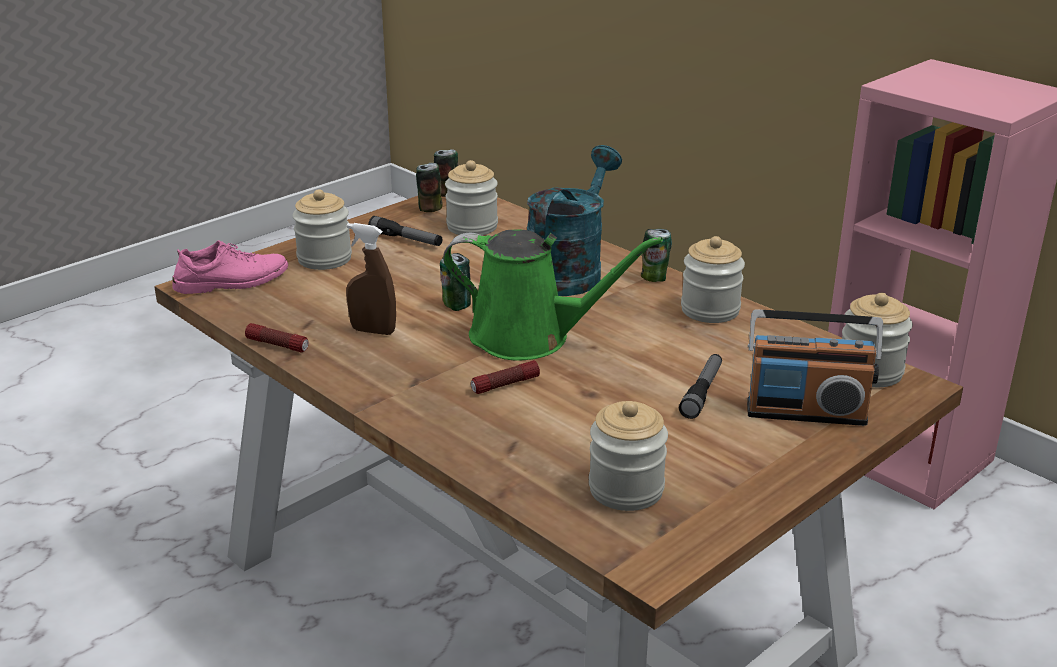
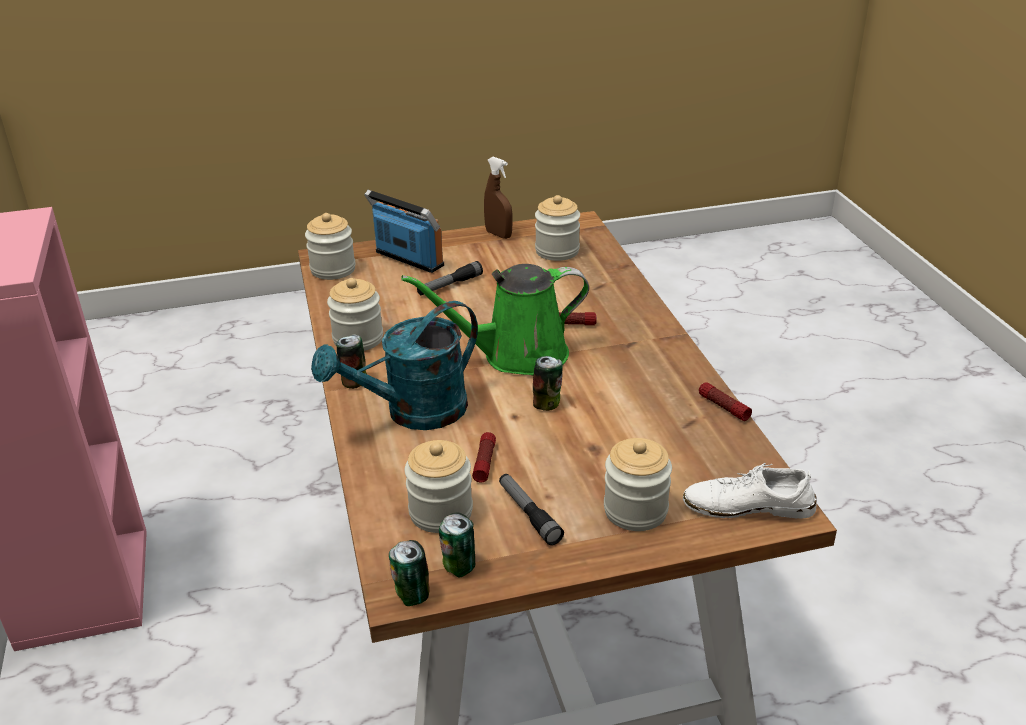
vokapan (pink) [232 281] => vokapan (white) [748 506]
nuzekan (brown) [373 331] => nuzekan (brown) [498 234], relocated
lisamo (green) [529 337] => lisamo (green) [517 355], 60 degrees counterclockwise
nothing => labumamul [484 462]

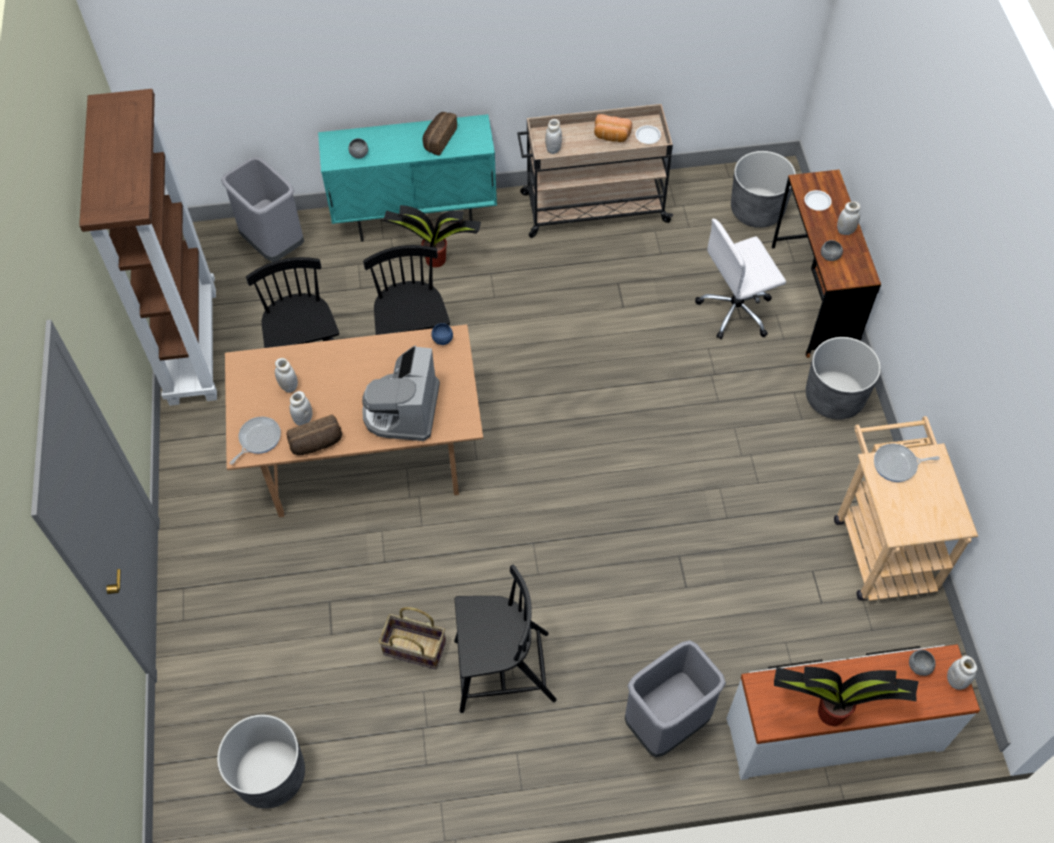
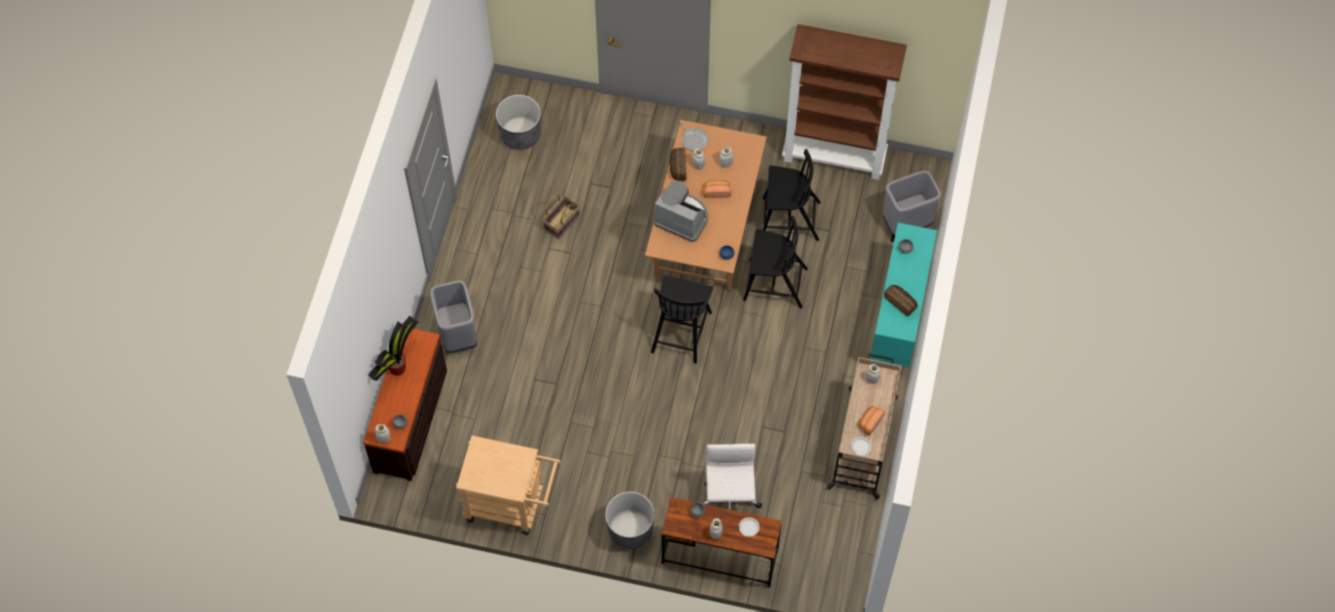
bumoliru [434 259] => nothing
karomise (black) [502 671] => karomise (black) [681 331], relocated
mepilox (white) [833 731] => mepilox (brown) [411 419]
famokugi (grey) [757 210] => nothing
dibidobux [897 465] => nothing
nothing => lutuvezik [717 191]

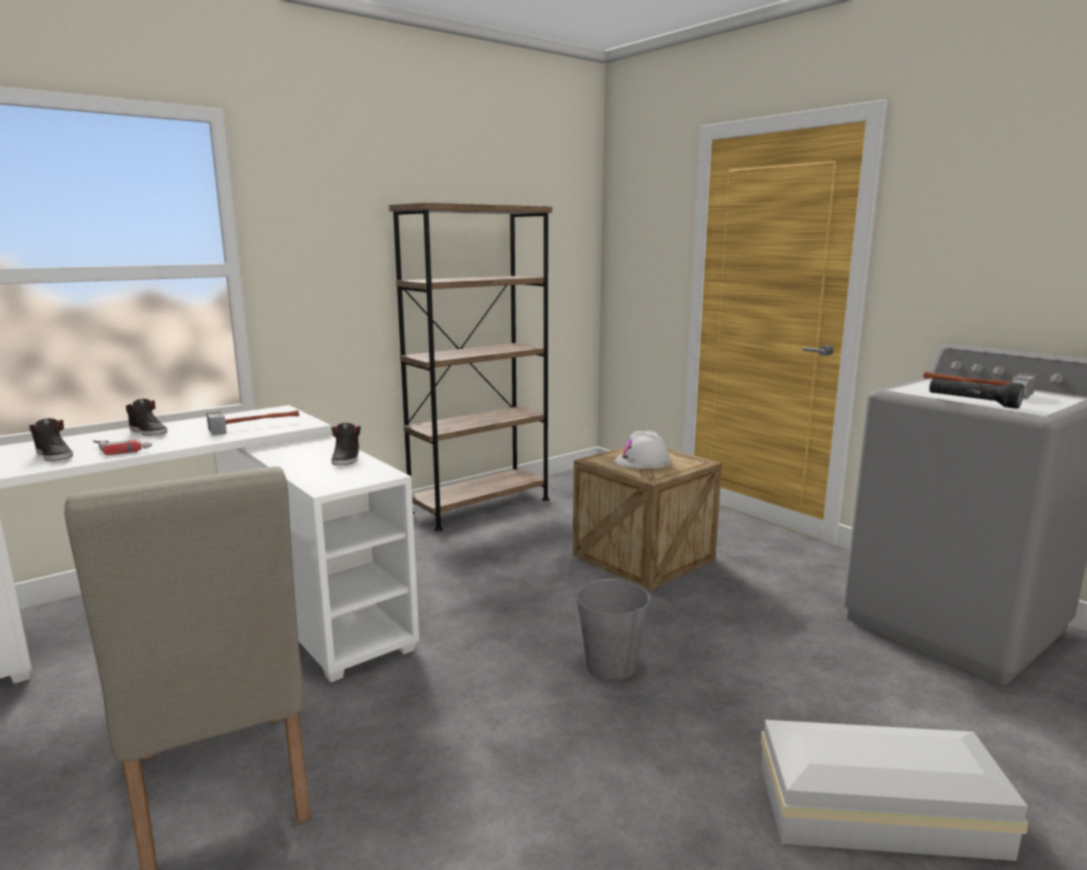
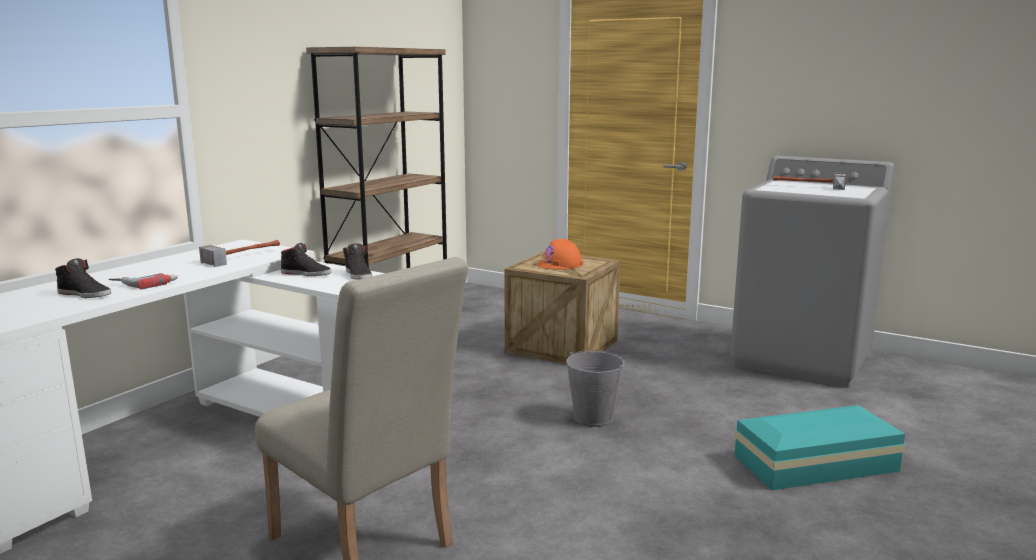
vokapan (black) [149 432] => vokapan (black) [306 273], relocated
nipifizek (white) [643 461] => nipifizek (orange) [560 264]
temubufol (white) [882 813] => temubufol (turquoise) [818 464]
labumamul (black) [972 402] => nothing

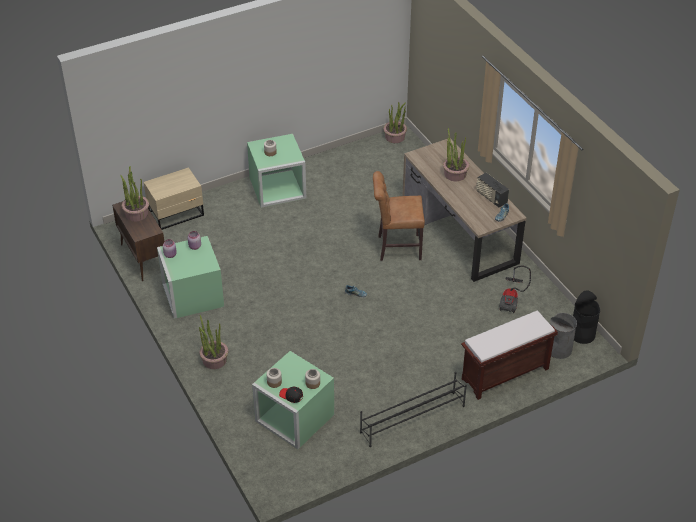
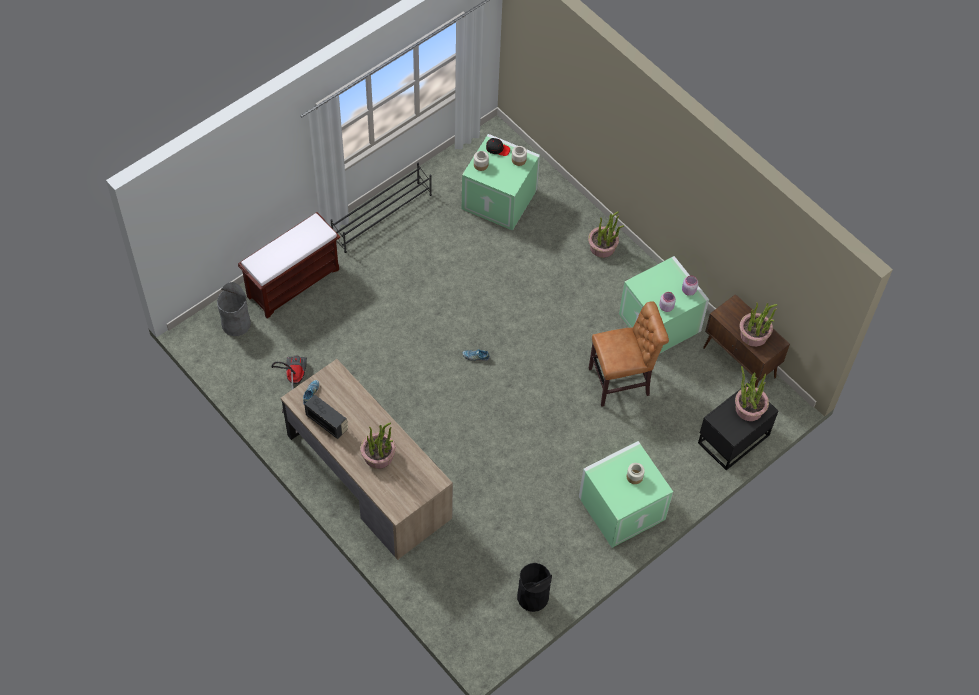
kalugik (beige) [177 214] => kalugik (black) [732 438]
karomise (brown) [396 248] => karomise (brown) [622 381], relocated
bumoliru [395 137] => bumoliru [749 408], relocated
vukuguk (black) [582 334] => vukuguk (black) [532 597], relocated

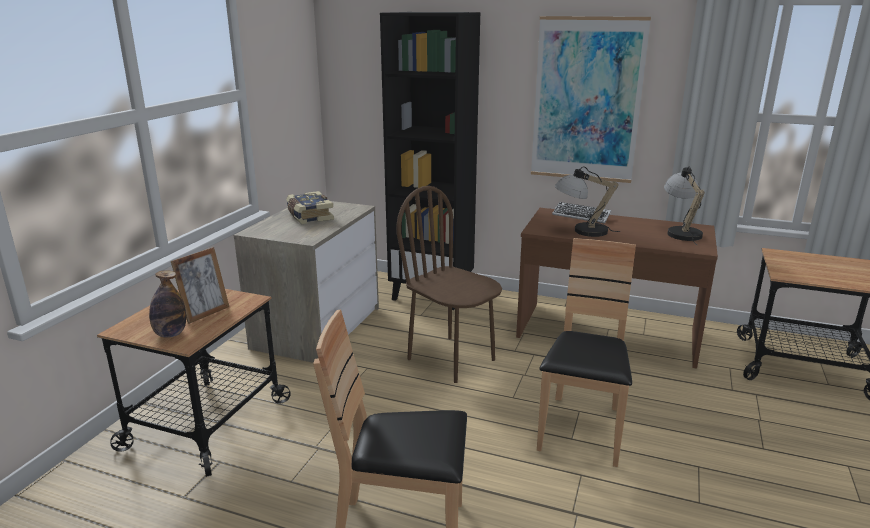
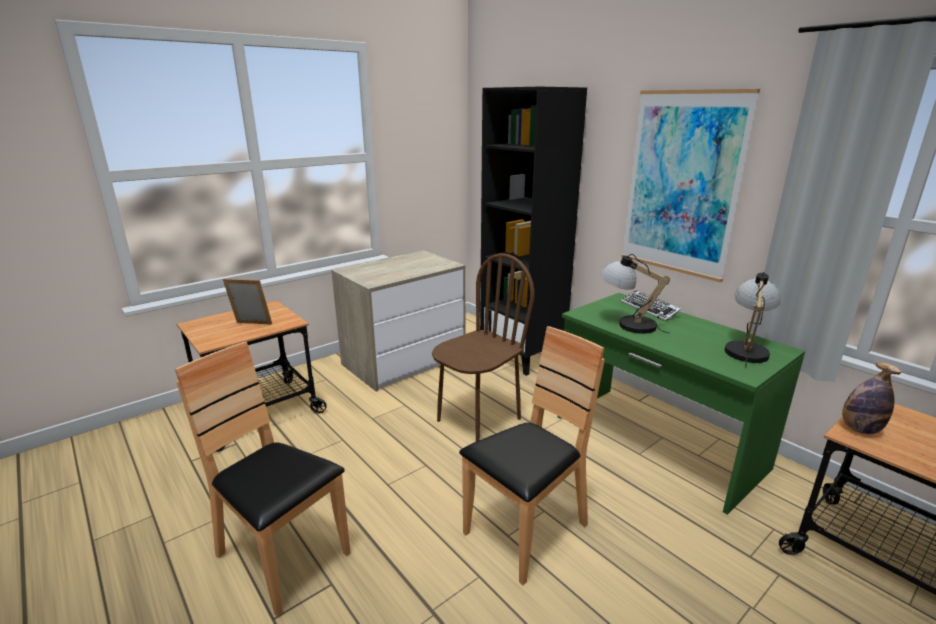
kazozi [170 334] => kazozi [859 429], relocated
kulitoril [205 313] => kulitoril [252 325], 150 degrees counterclockwise
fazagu [309 216] => nothing
karomise (brown) [451 359] => karomise (brown) [478 419], 60 degrees clockwise
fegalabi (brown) [607 334] => fegalabi (green) [655 442]

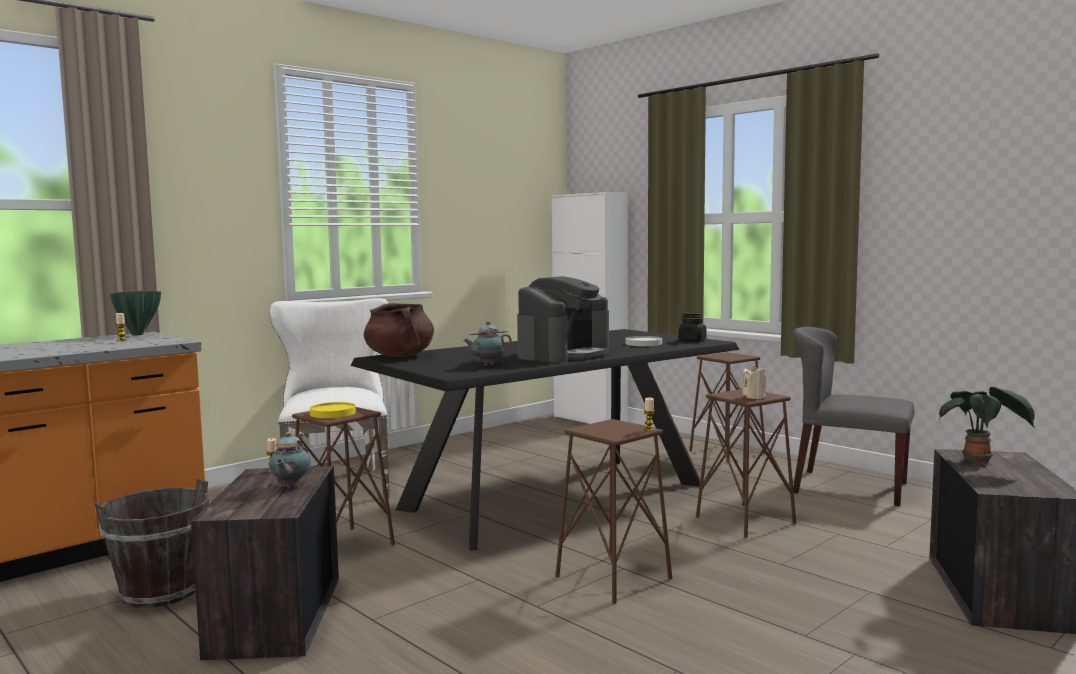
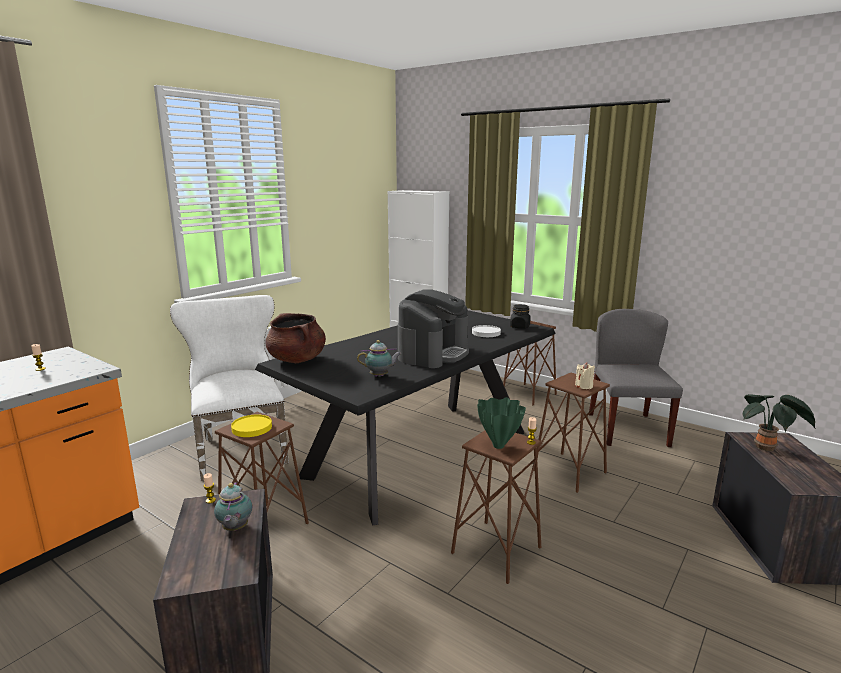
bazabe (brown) [160 592] => nothing
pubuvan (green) [137 335] => pubuvan (green) [499 446], relocated
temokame [487 366] => temokame [380 376], 150 degrees counterclockwise
karomise (grey) [849 487] => karomise (grey) [627 429], 75 degrees clockwise

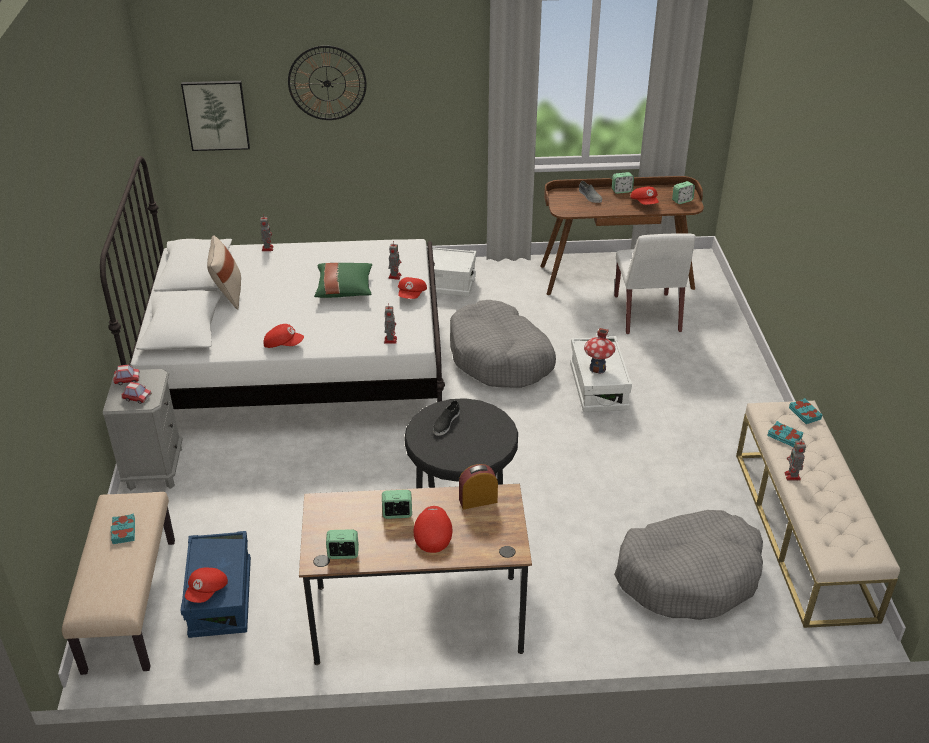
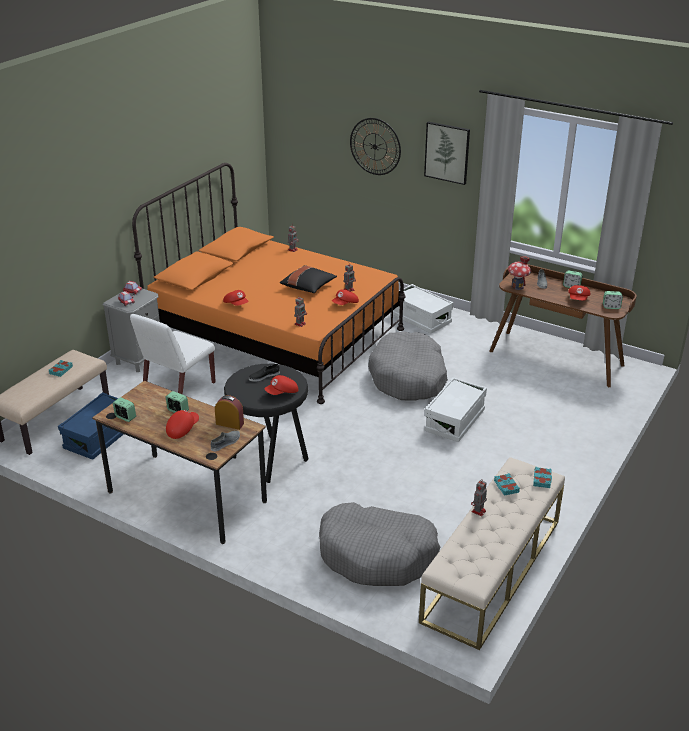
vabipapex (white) [297 367] => vabipapex (orange) [276 336]
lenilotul [216 115] => lenilotul [447 152], relocated
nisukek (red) [207 591] => nisukek (red) [282 393], relocated
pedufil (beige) [228 294] => nothing
pedufil (green) [344 289] => pedufil (black) [308 287]
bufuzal [597 368] => bufuzal [517 287], relocated
karomise (white) [647 314] => karomise (white) [178 390], relocated
nothing => vokapan (grey) [226 443]

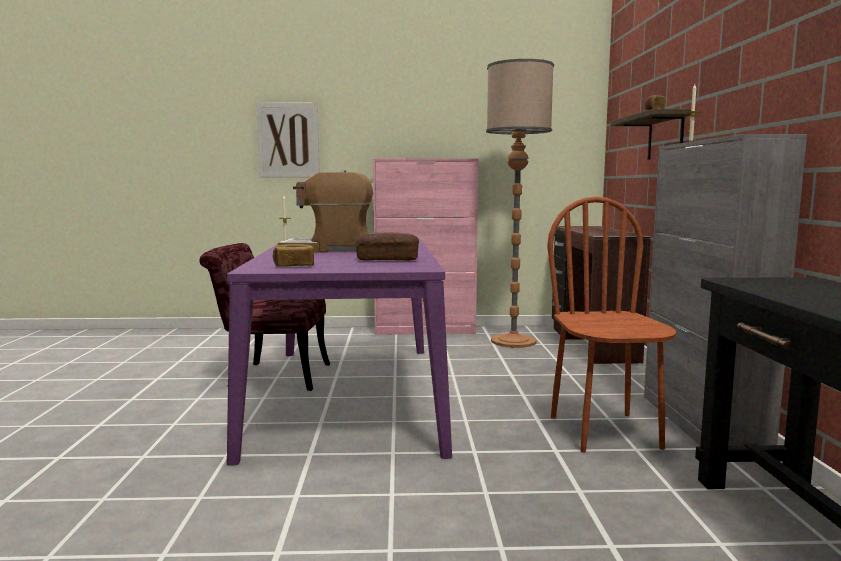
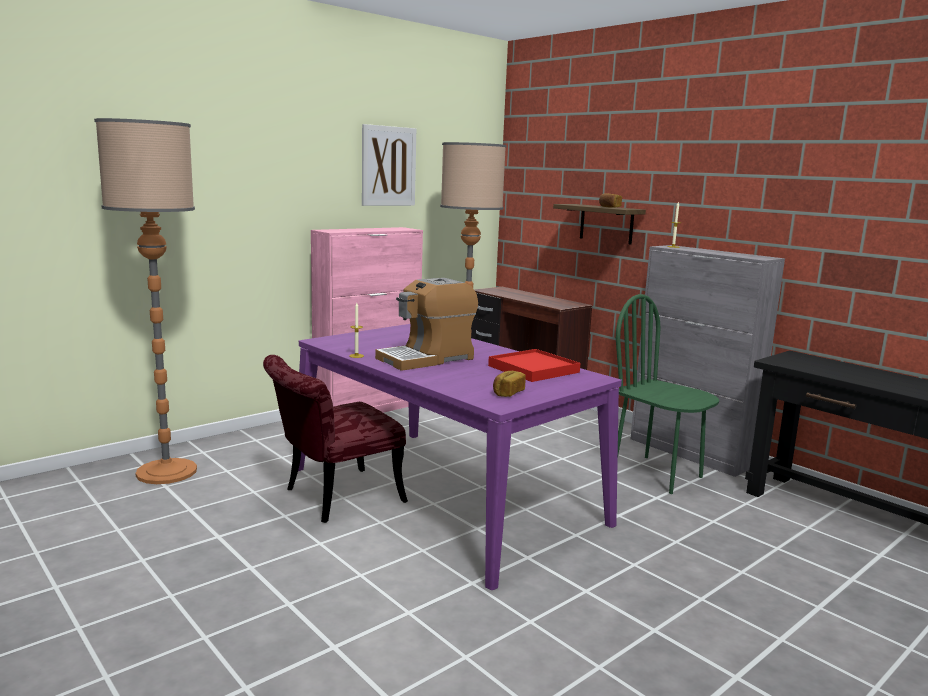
lenilotul [288 140] => lenilotul [388 166], relocated
lutuvezik [387 260] => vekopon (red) [533 369]
karomise (brown) [605 432] => karomise (green) [657 474]
nothing => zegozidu [166 472]

